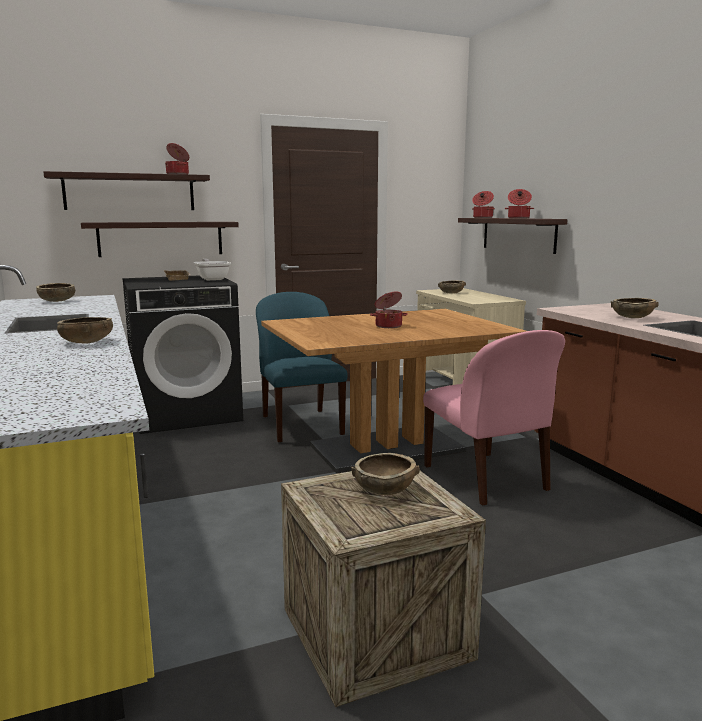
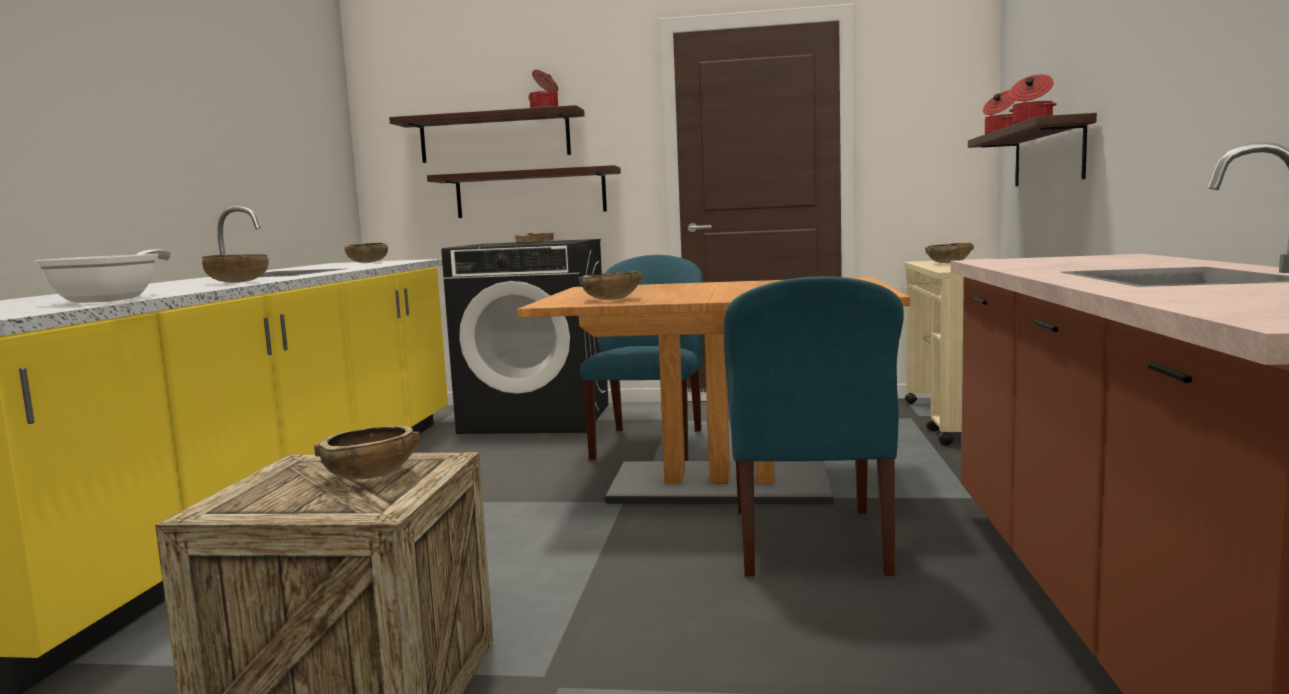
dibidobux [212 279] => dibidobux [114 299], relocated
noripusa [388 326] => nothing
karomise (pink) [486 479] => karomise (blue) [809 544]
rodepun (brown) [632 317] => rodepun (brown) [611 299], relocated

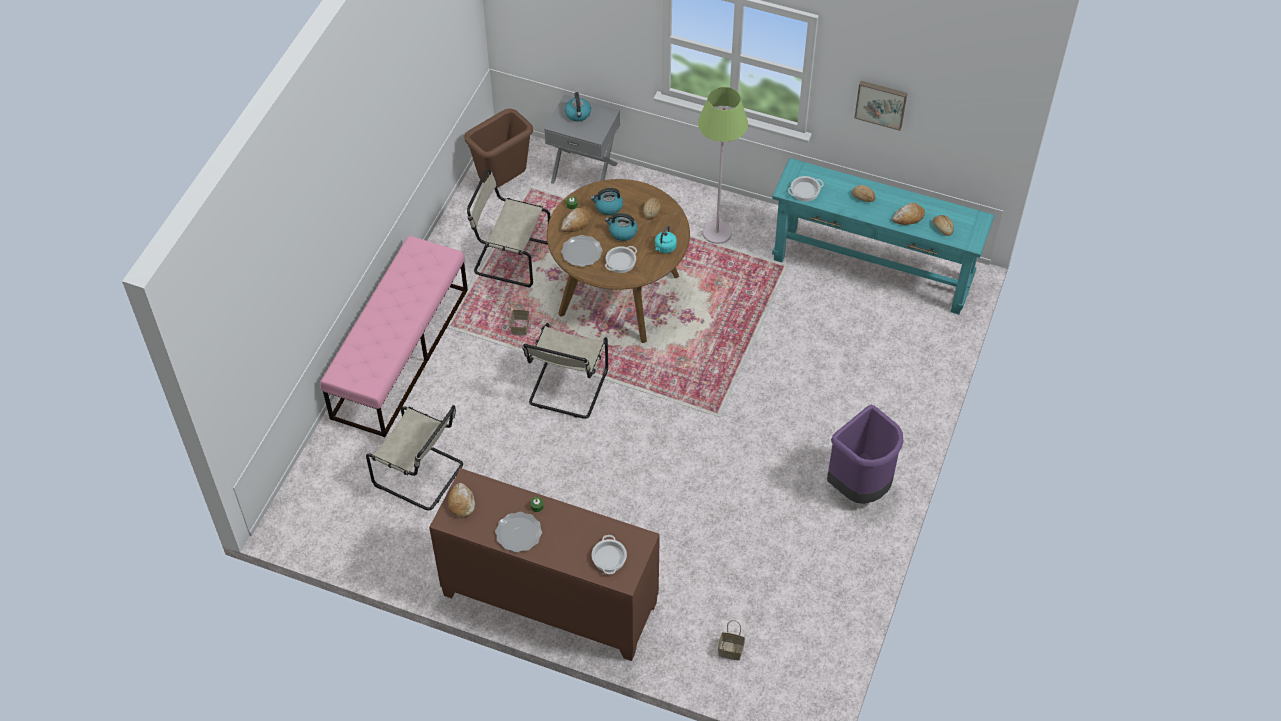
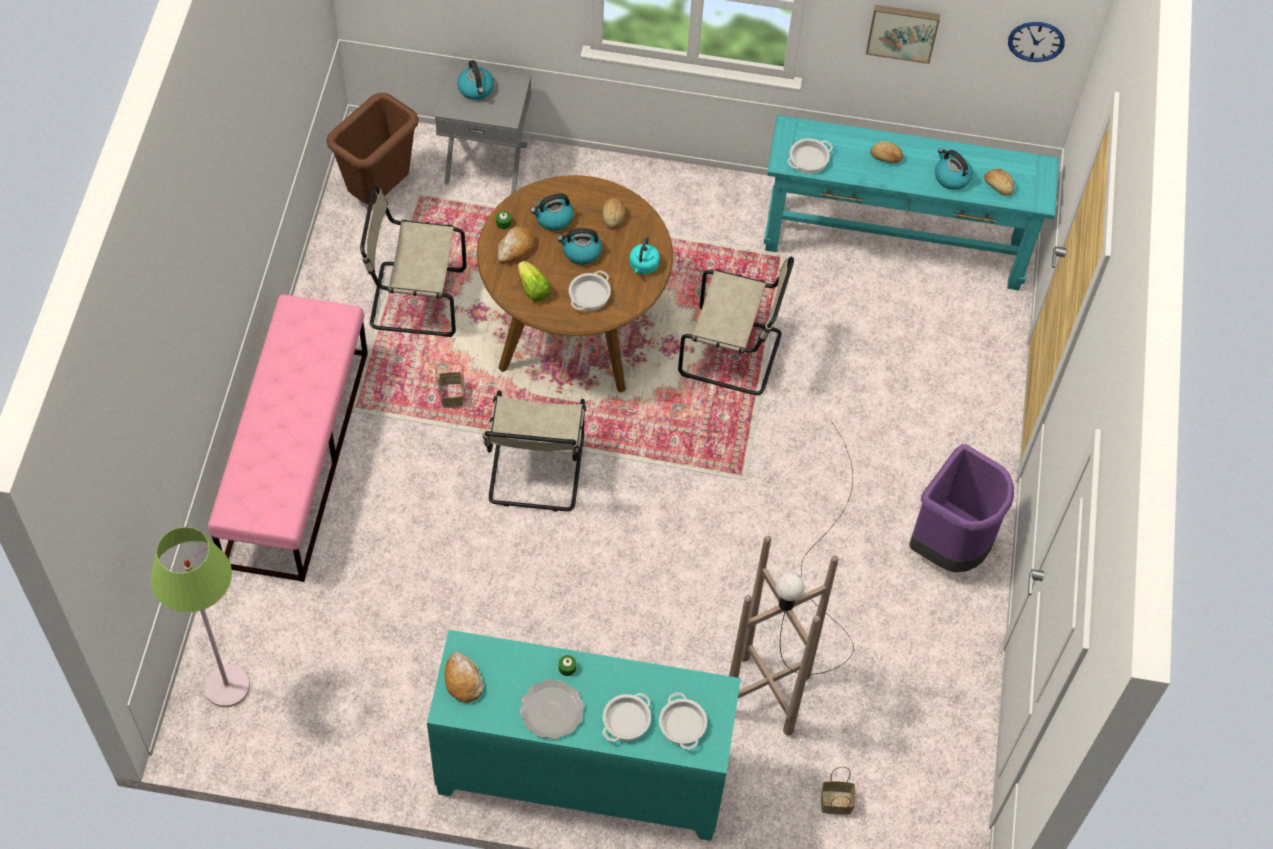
karomise (beige) [422 475] => karomise (beige) [734 354], relocated
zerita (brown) [549 600] => zerita (turquoise) [581 775]
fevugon [581 252] => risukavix [533 289]
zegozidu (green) [717 232] => zegozidu (green) [227 686], relocated
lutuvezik [908 217] => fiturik [951 177]
nothing => noripusa [626 720]
nothing => zegozidu (brown) [797 630]
nothing => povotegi [1036 41]

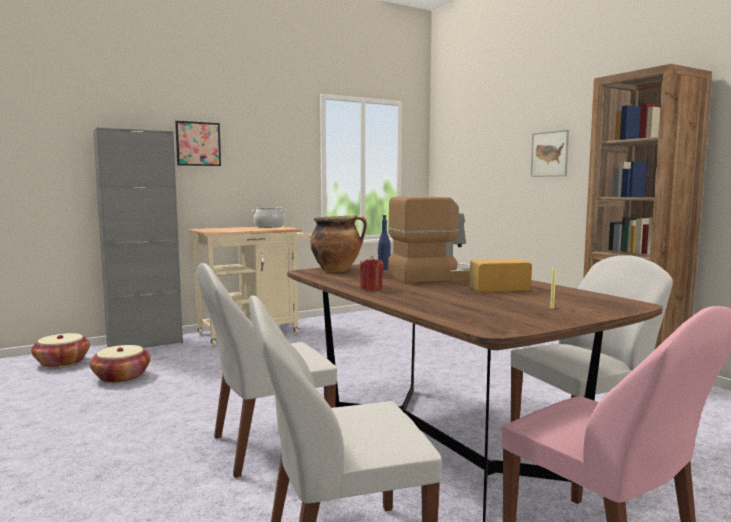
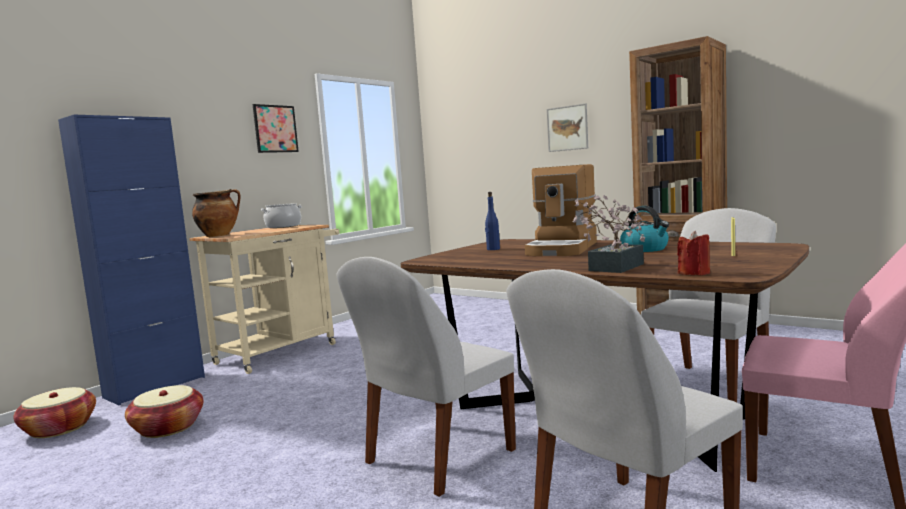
zerita (grey) [145 344] => zerita (blue) [155 387]
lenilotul [198 144] => lenilotul [275 129], relocated
noripusa [337 270] => noripusa [219 235], relocated
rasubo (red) [371 288] => rasubo (red) [694 273], relocated
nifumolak [435 277] => nifumolak [563 249], 150 degrees clockwise
lutuvezik [498 288] => fiturik [645 249]
nothing => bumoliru [612 268]

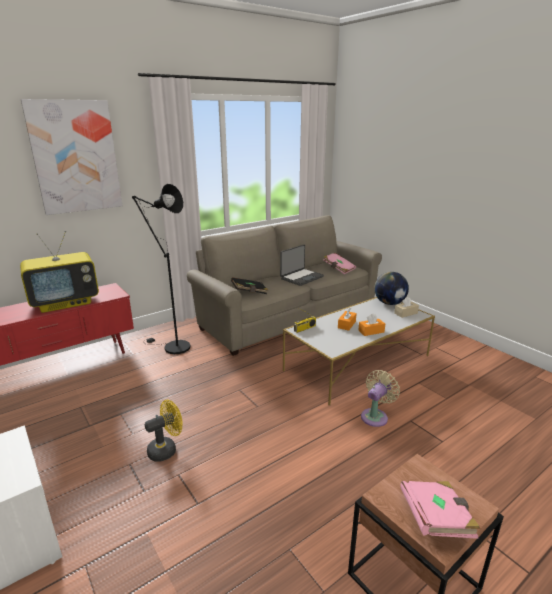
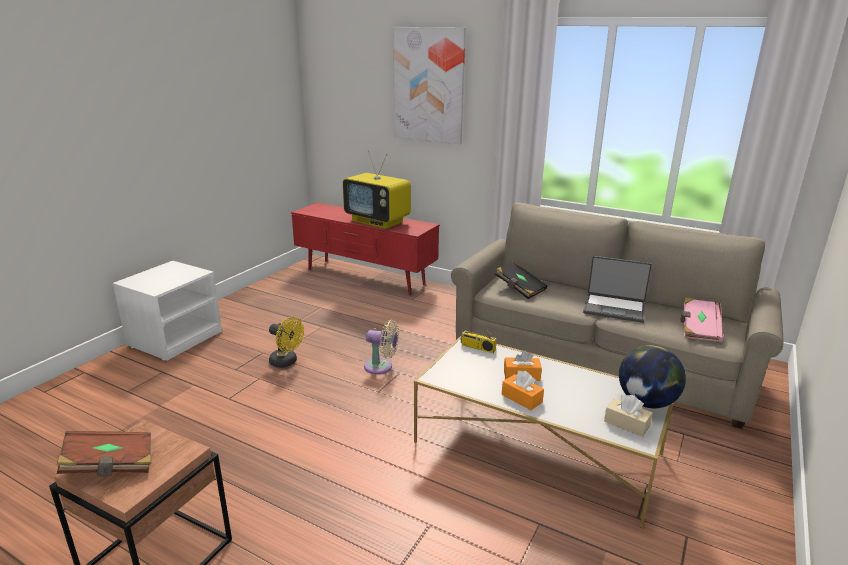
zegozidu (black) [172 347] => nothing
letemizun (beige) [375 416] => letemizun (beige) [381 367], relocated
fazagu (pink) [435 519] => fazagu (brown) [110 466]

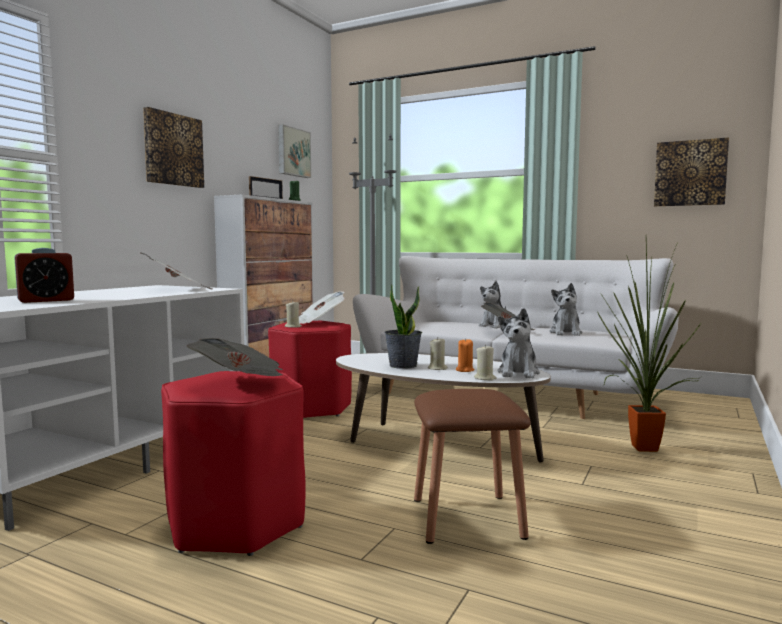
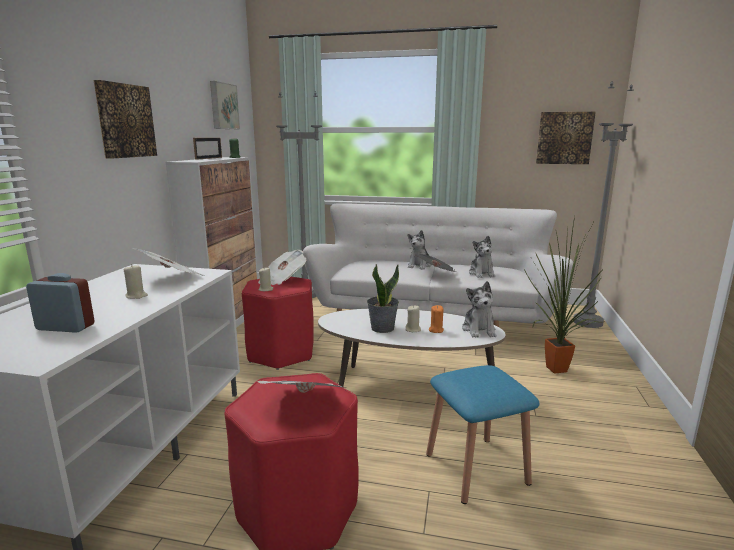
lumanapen [46 300] => lumanapen [65 327], 120 degrees counterclockwise
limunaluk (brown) [467 517] => limunaluk (blue) [476 468]
rasubo (beige) [485 378] => rasubo (beige) [136 296], relocated
nothing => zegozidu (grey) [587 322]

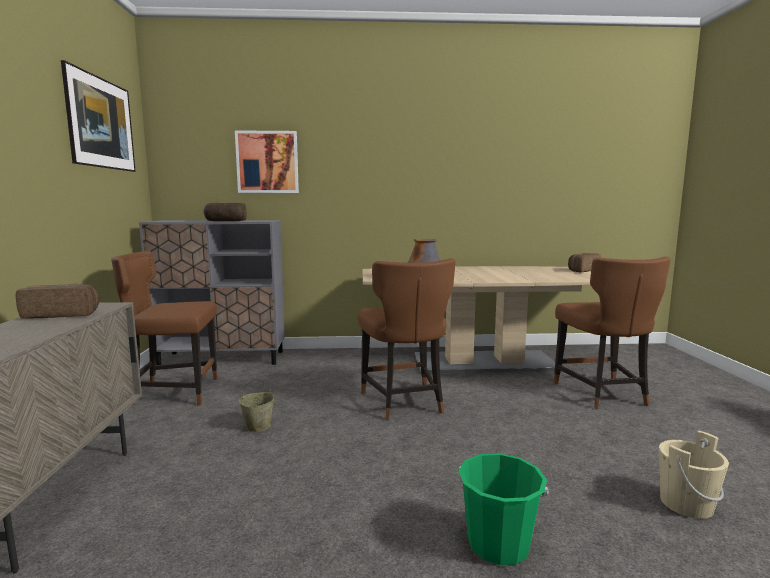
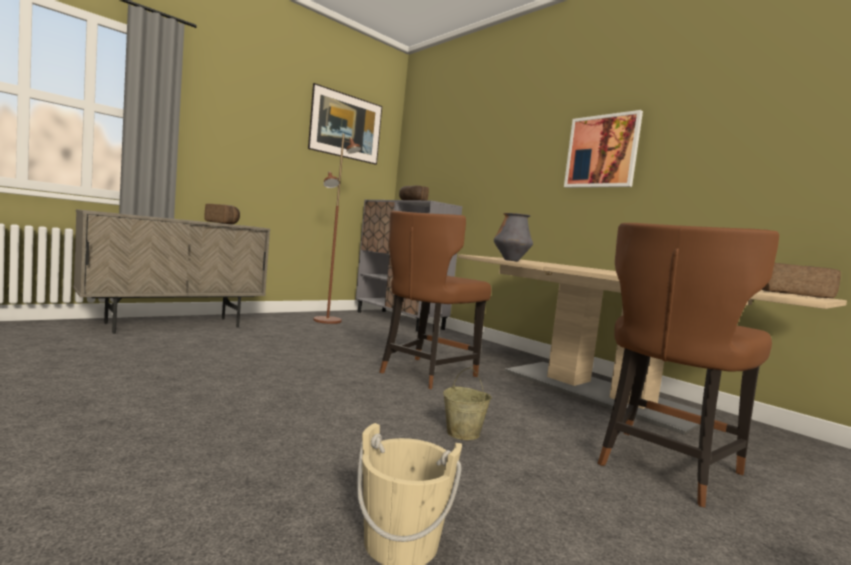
karomise (brown) [174 392] => zegozidu (brown) [328 321]
lenilotul [267 162] => lenilotul [602 151], relocated
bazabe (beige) [258 426] => bazabe (beige) [463 433], relocated
bazabe (green) [498 544] => nothing

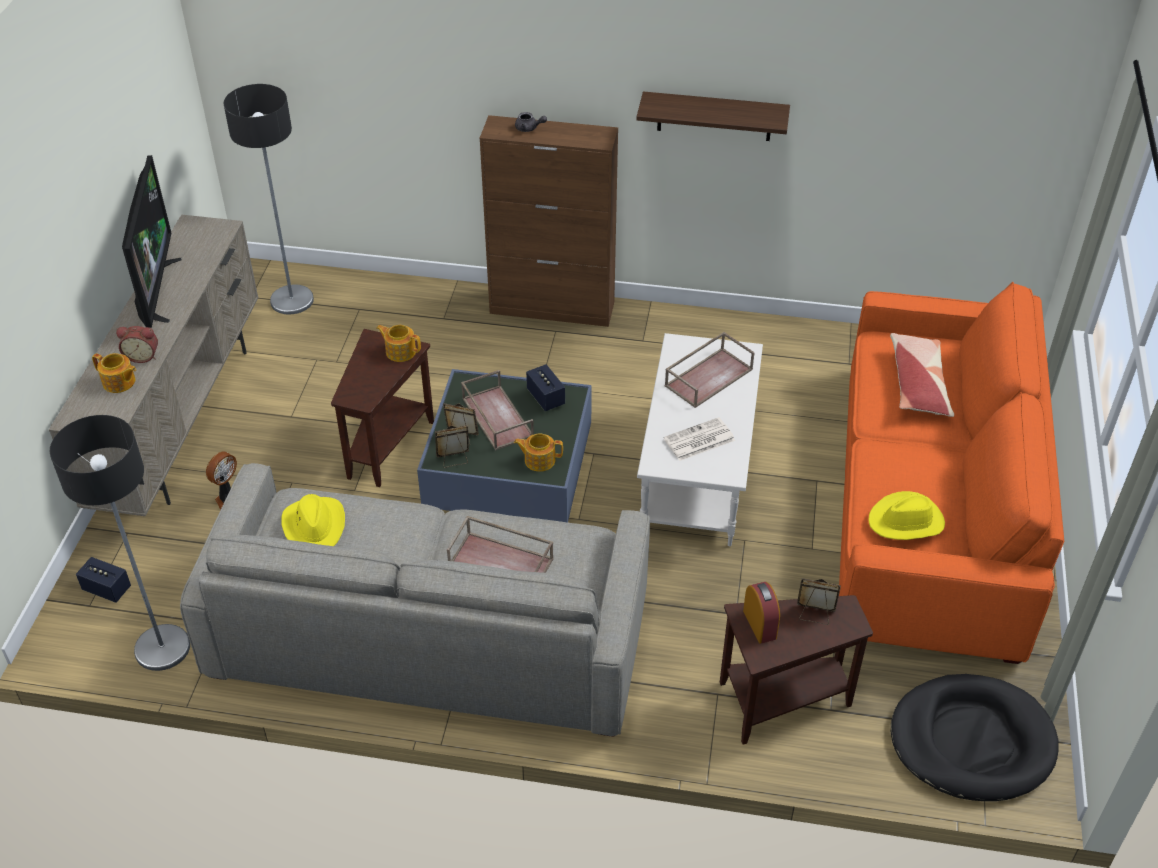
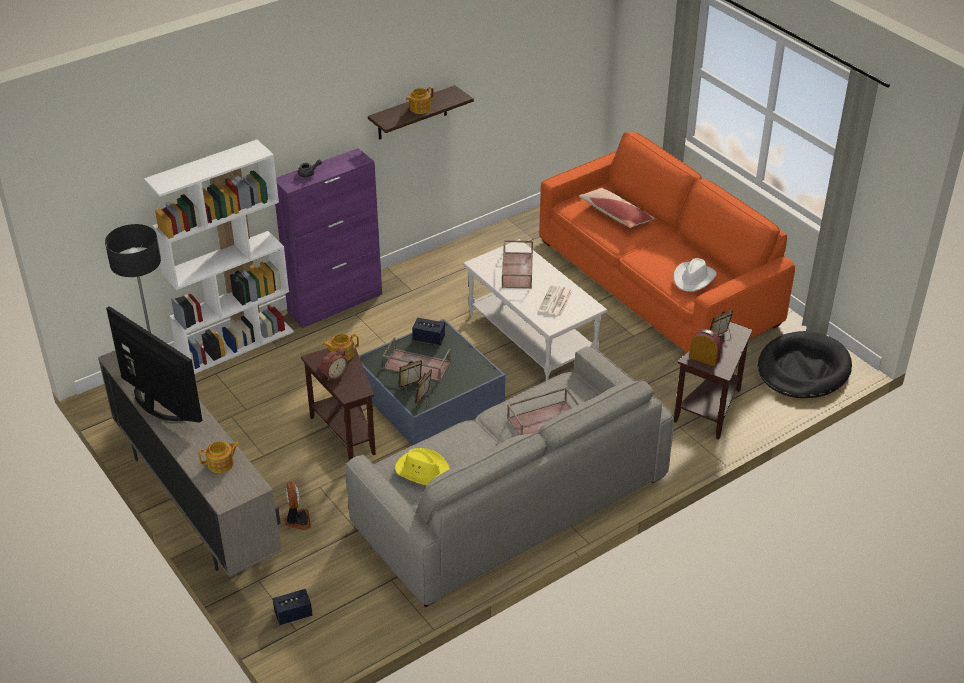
zegozidu [162 648] => nothing
lumanapen [142 356] => lumanapen [333 374], relocated
zerita (brown) [553 308] => zerita (purple) [336 303]
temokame [539 460] => temokame [419 108], relocated
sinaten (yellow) [906 521] => sinaten (white) [694 278]
nothing => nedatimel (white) [236 344]

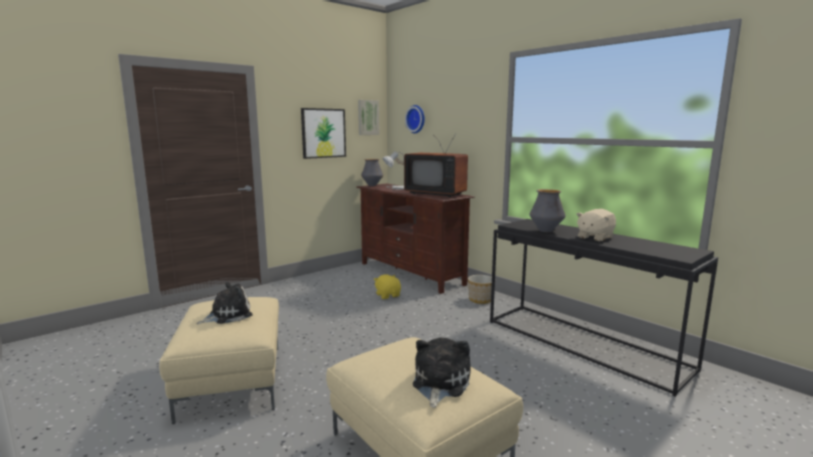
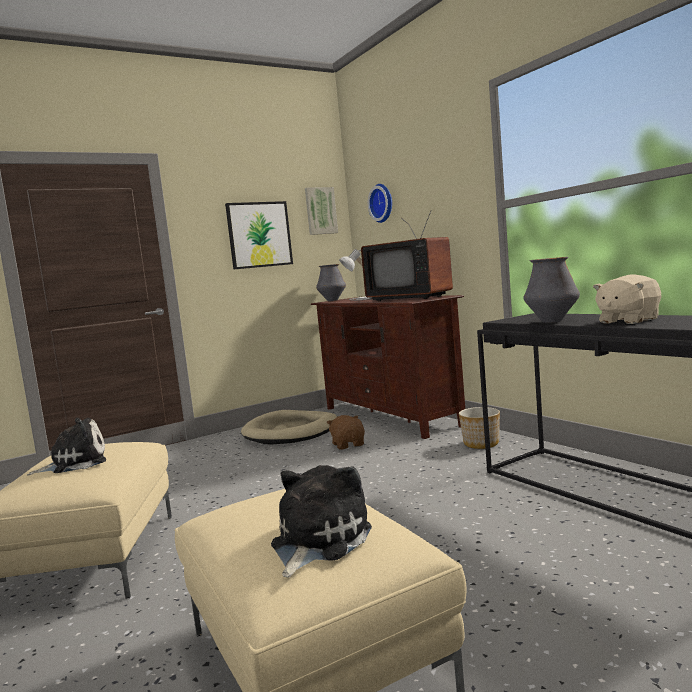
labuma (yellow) [388 295] => labuma (brown) [348 444]
nothing => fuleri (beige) [291 431]

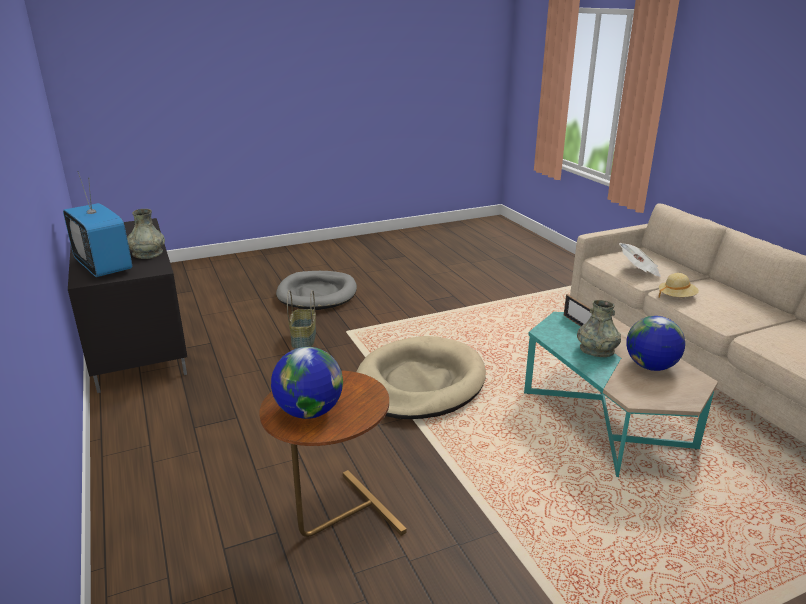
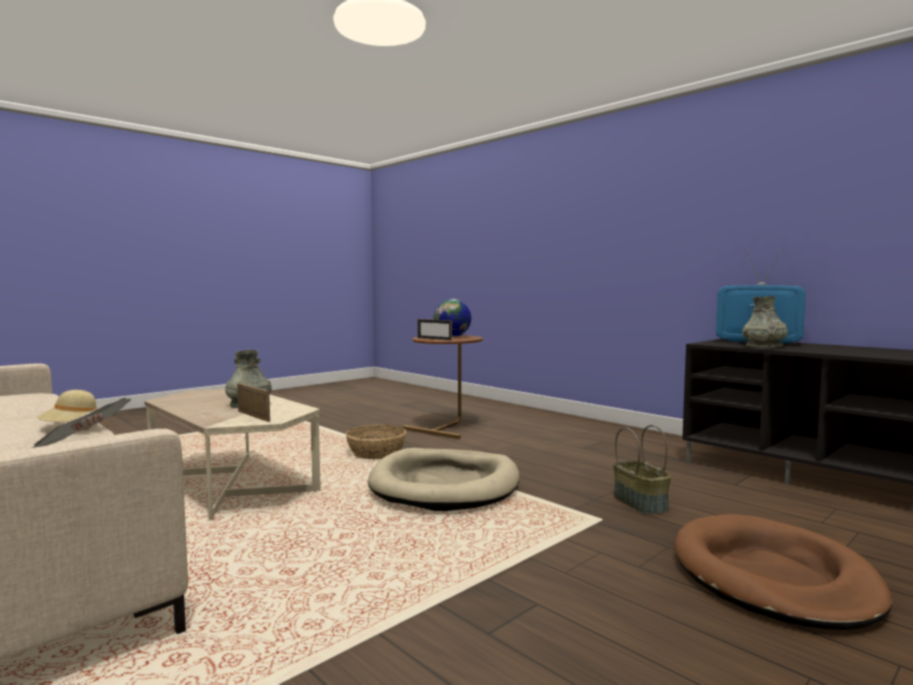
fuleri (grey) [317 294] => fuleri (brown) [772 577]
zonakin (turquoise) [606 420] => zonakin (beige) [231 485]
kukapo [650 366] => nothing
nothing => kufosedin [376 453]
nothing => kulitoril [434 339]

